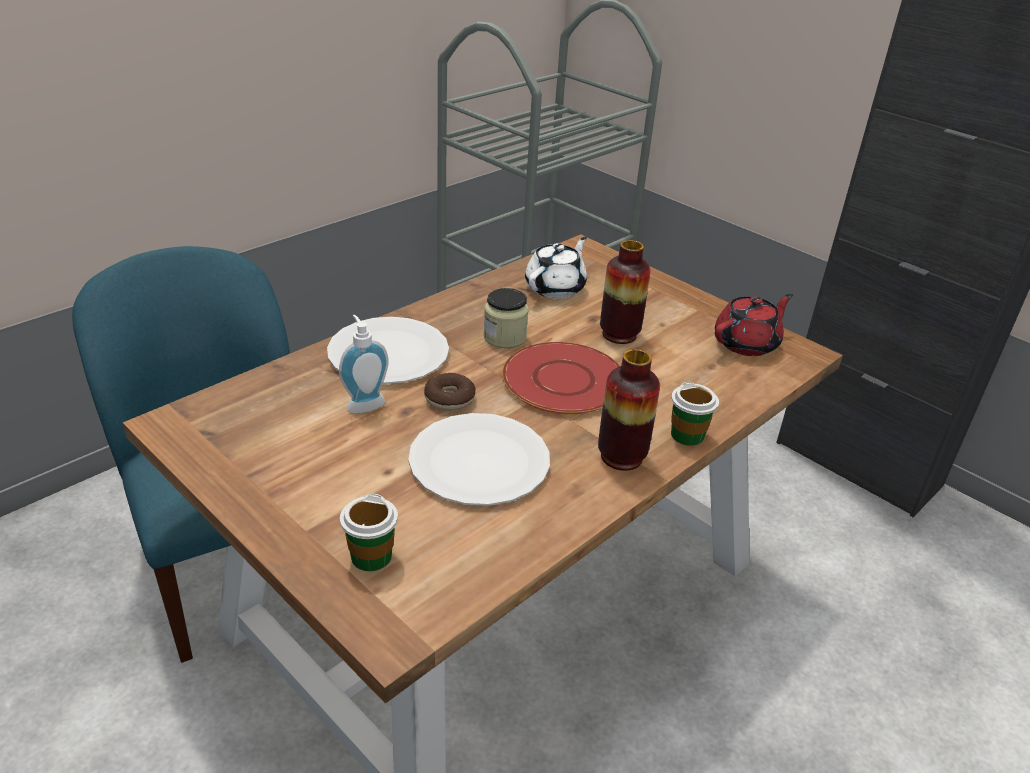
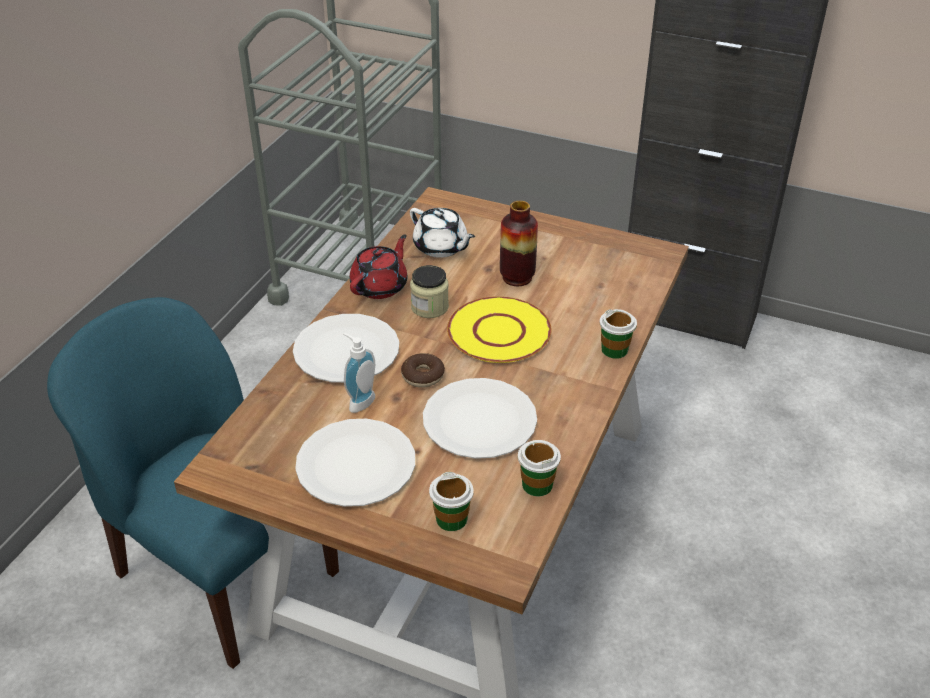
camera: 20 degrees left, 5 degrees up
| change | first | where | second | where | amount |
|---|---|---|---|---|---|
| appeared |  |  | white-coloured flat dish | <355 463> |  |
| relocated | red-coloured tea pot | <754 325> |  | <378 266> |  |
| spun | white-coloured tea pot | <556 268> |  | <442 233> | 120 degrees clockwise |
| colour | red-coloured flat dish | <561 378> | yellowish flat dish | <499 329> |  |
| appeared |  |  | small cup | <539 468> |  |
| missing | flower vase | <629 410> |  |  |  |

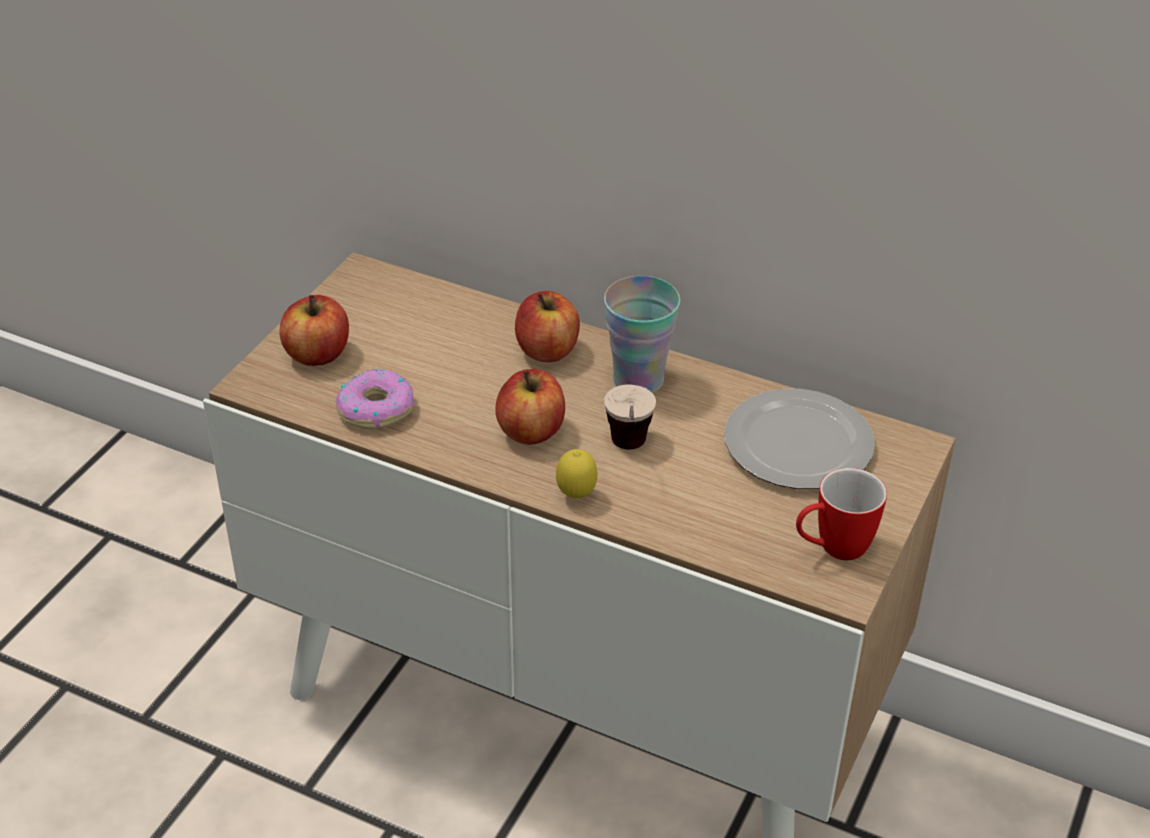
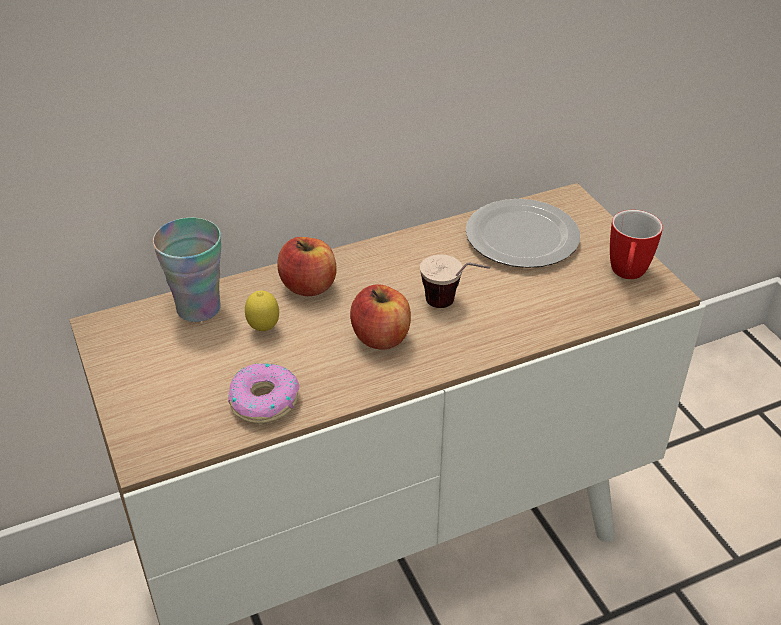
camera: 50 degrees left, 0 degrees up
| change | first | where | second | where | amount |
|---|---|---|---|---|---|
| relocated | small cup | <642 334> |  | <187 270> |  |
| relocated | whole lemon | <577 473> |  | <262 311> |  |
| missing | whole apple | <314 330> |  |  |  |

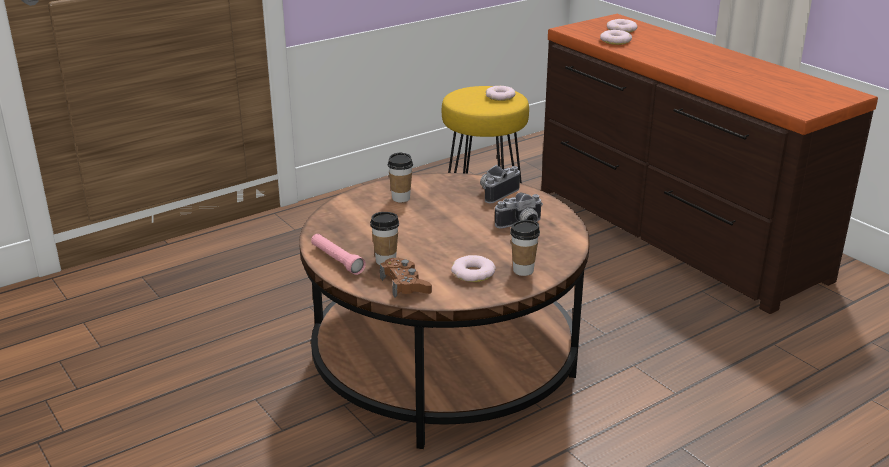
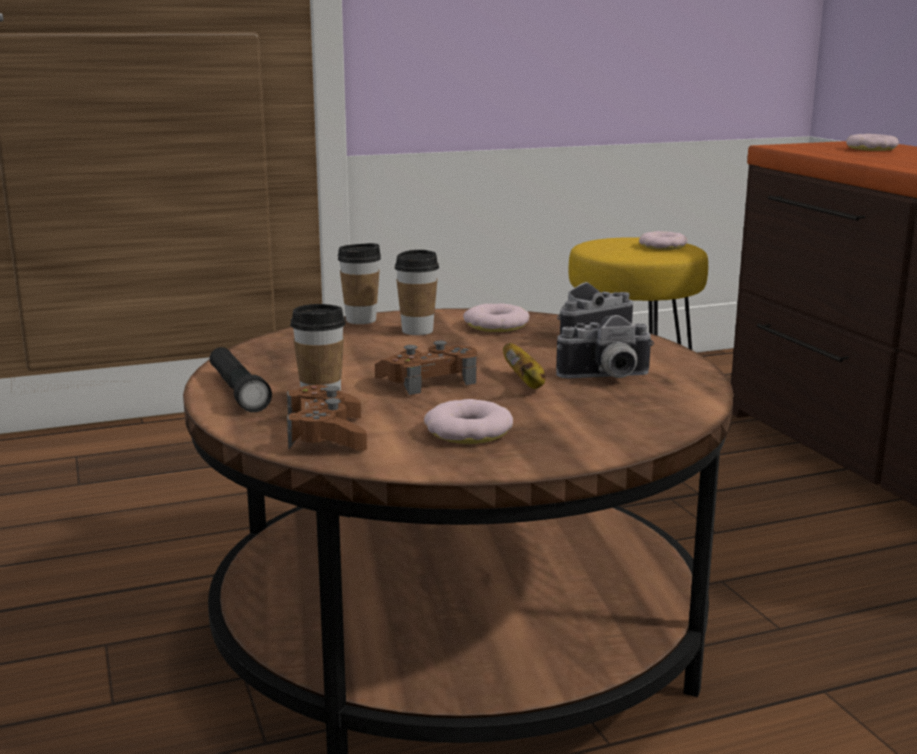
camera: 15 degrees right, 10 degrees down
| change | first | where | second | where | amount |
|---|---|---|---|---|---|
| colour | pinkish torch | <338 254> | blackish torch | <241 379> |  |
| relocated | small cup | <525 248> |  | <359 283> |  |
| appeared |  |  | brownish joypad | <426 367> |  |
| relocated | donut | <616 37> |  | <496 317> |  |
| appeared |  |  | banana | <524 366> |  |

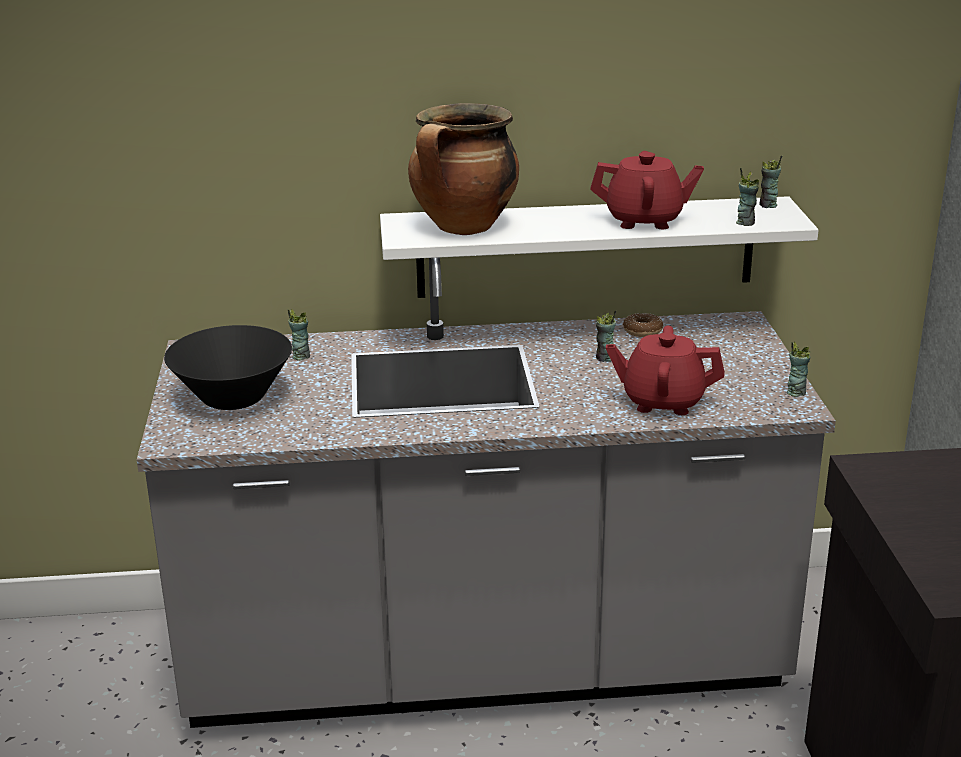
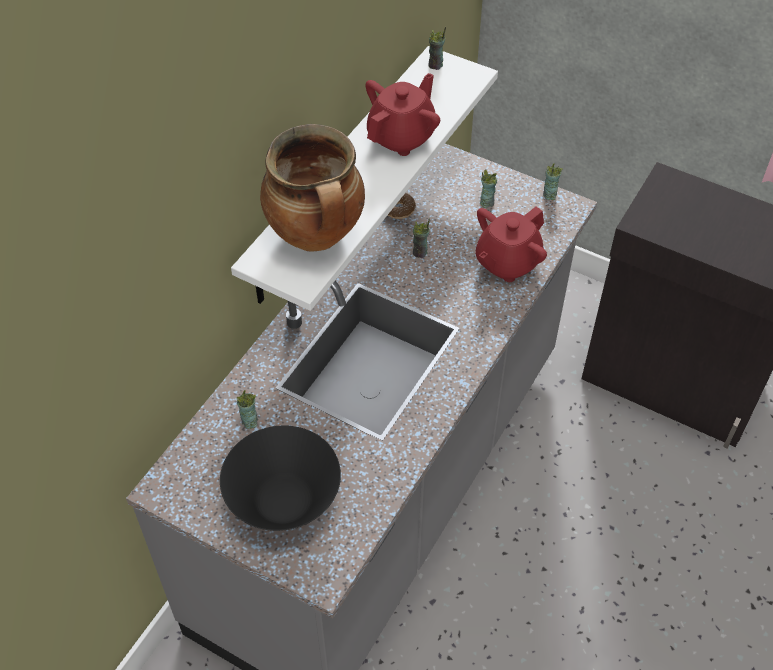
camera: 55 degrees left, 25 degrees up
| change | first | where | second | where | amount |
|---|---|---|---|---|---|
| relocated | small cup | <747 197> |  | <488 189> |  |

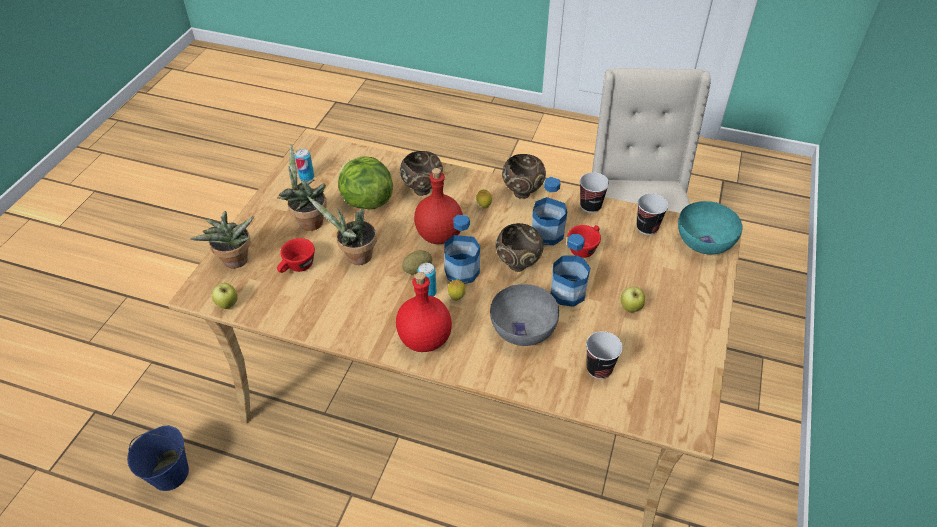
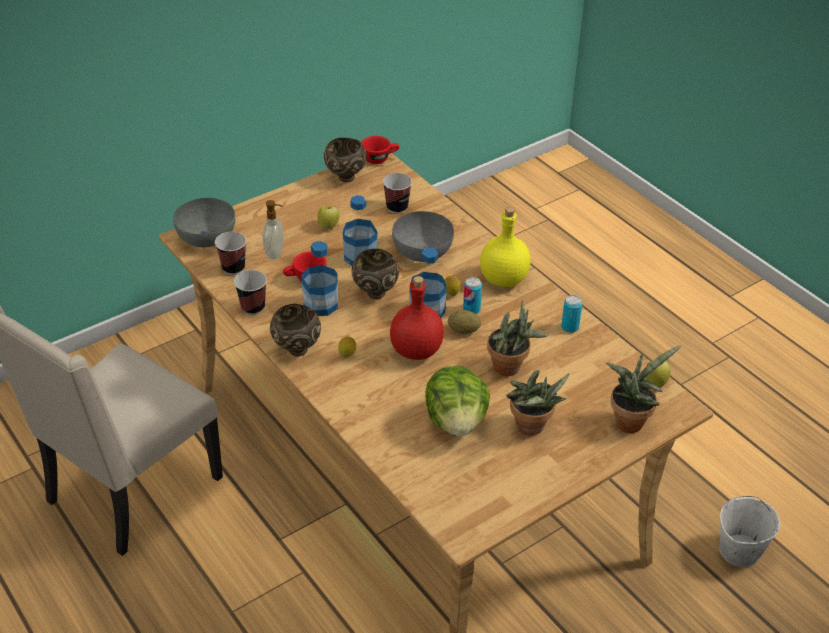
camera: 145 degrees left, 5 degrees down
| change | first | where | second | where | amount |
|---|---|---|---|---|---|
| colour | turquoise deep dish | <710 227> | greyish deep dish | <204 222> |  |
| appeared |  |  | soap bottle | <273 229> |  |
| relocated | brownish deep dish | <421 173> |  | <345 160> |  |
| relocated | red-coloured small cup | <296 255> |  | <380 150> |  |
| colour | red-coloured bottle | <424 312> | yellowish bottle | <505 247> |  |
| relocated | can | <304 165> |  | <571 314> |  |
| colour | blue pail | <158 458> | white-coloured pail | <749 531> |  |

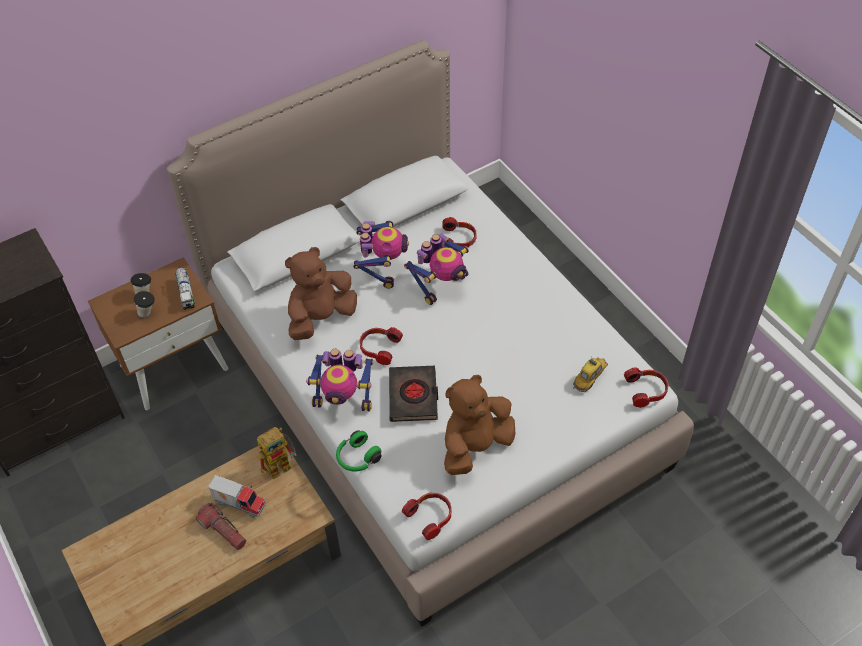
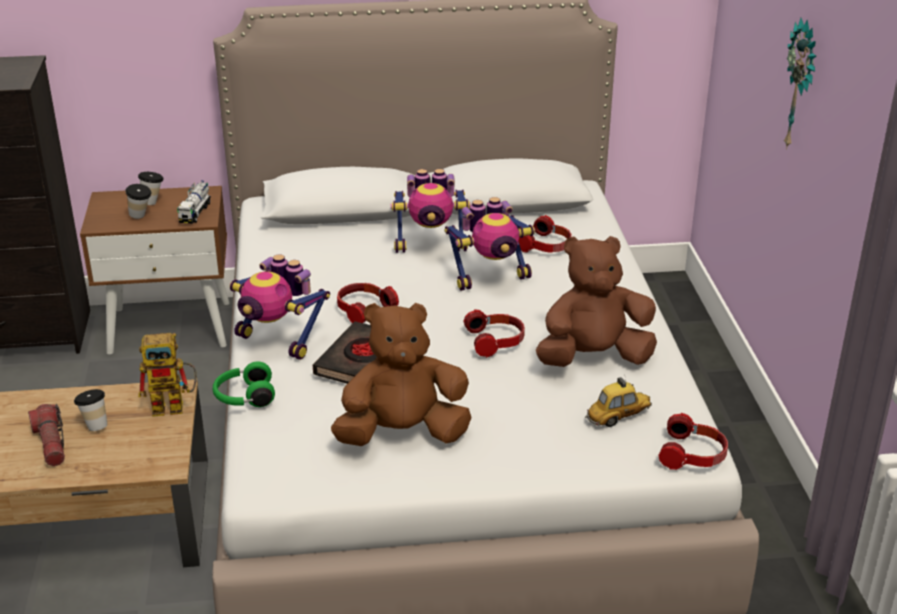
camera: 25 degrees right, 20 degrees down
| change | first | where | second | where | amount |
|---|---|---|---|---|---|
| exchanged | toy lorry | <237 496> | small cup | <90 410> |  |
| spun | model robot | <381 255> |  | <431 211> | 60 degrees clockwise |
| relocated | headphones | <427 516> |  | <494 334> |  |
| relocated | brownish plush toy | <321 293> |  | <596 301> |  |
| appeared |  |  | wall clock | <800 83> |  |

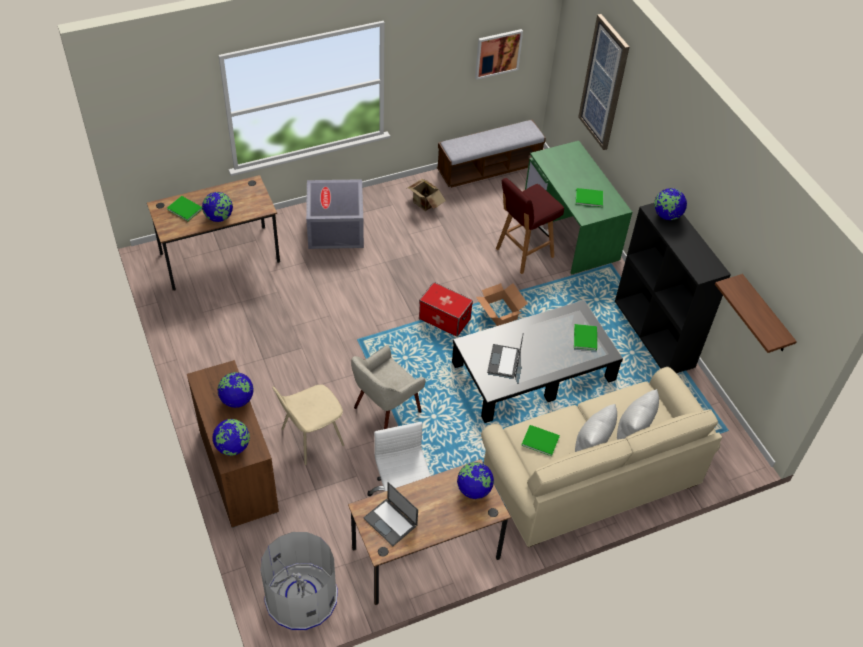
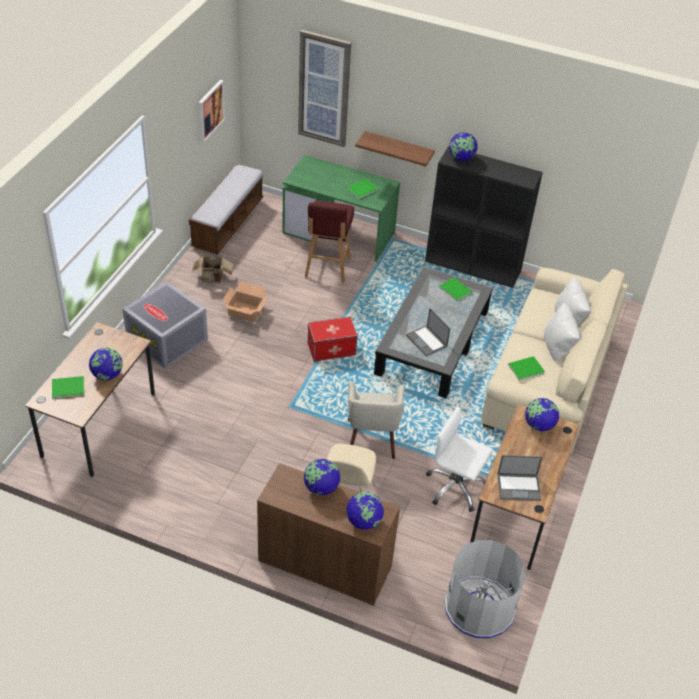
camera: 45 degrees left, 5 degrees down
| change | first | where | second | where | amount |
|---|---|---|---|---|---|
| relocated | carton | <502 304> |  | <245 301> |  |
| relocated | bracket shelf | <756 313> |  | <395 148> |  |

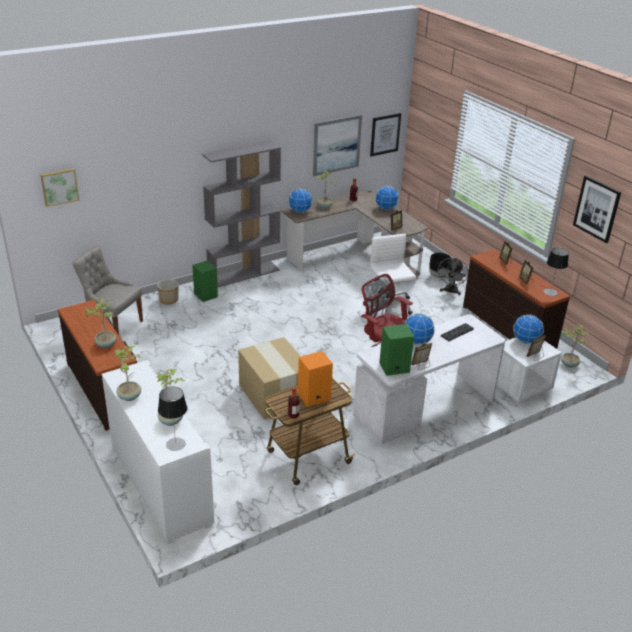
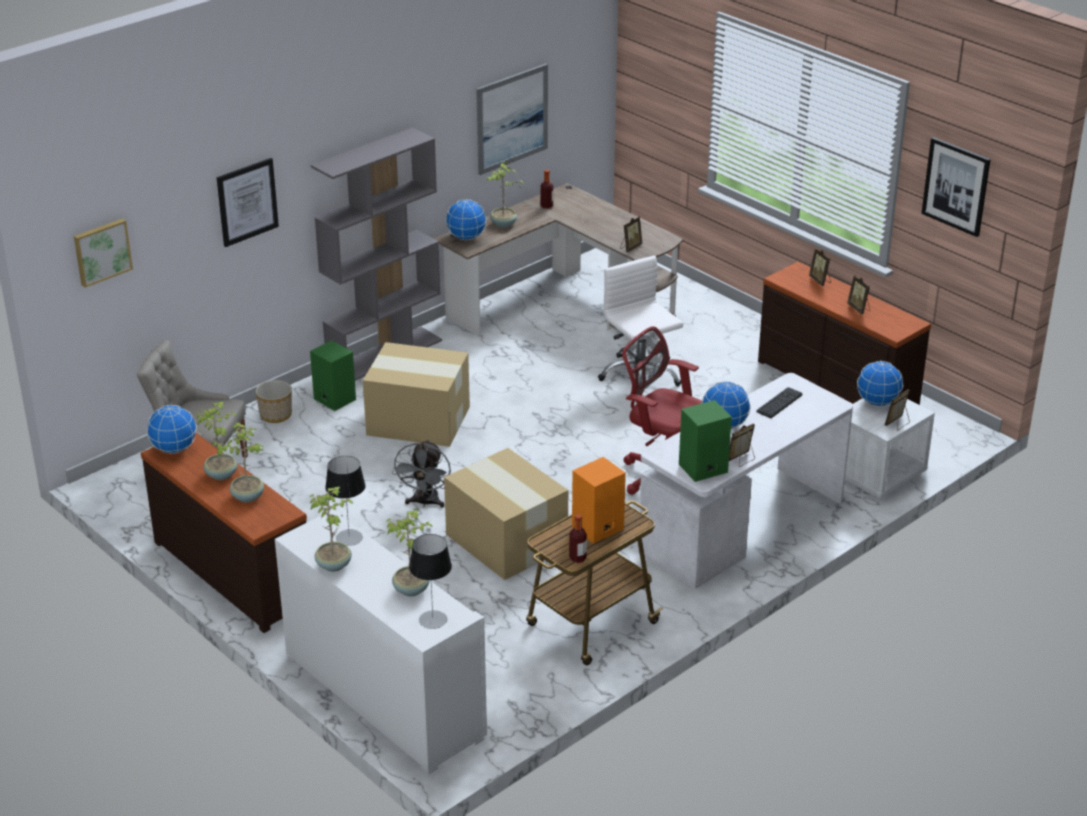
camera: 10 degrees left, 0 degrees up
| change | first | where | second | where | amount |
|---|---|---|---|---|---|
| relocated | globe | <387 198> |  | <172 429> |  |
| relocated | houseplant | <575 346> |  | <216 441> |  |
| relocated | wall picture | <385 134> |  | <248 202> |  |
| relocated | lamp for a table | <556 272> |  | <345 501> |  |
| appeared |  |  | carton | <416 394> |  |
| relocated | greyish fan | <452 276> |  | <421 473> |  |
| missing | blackish planter | <440 265> |  |  |  |

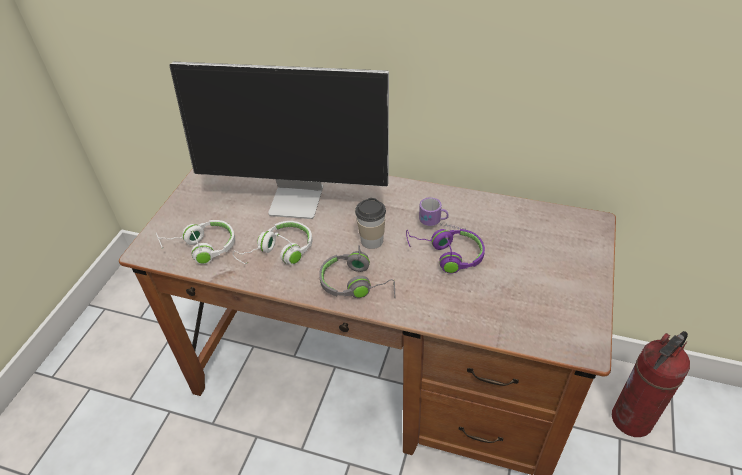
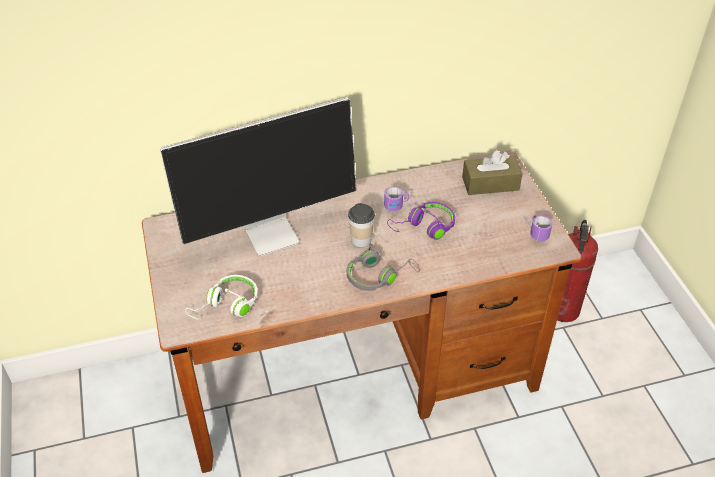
camera: 35 degrees left, 0 degrees up
| change | first | where | second | where | amount |
|---|---|---|---|---|---|
| appeared |  |  | brownish tissue box | <492 172> |  |
| appeared |  |  | tea mug | <538 228> |  |
| missing | white-coloured headphones | <272 243> |  |  |  |

